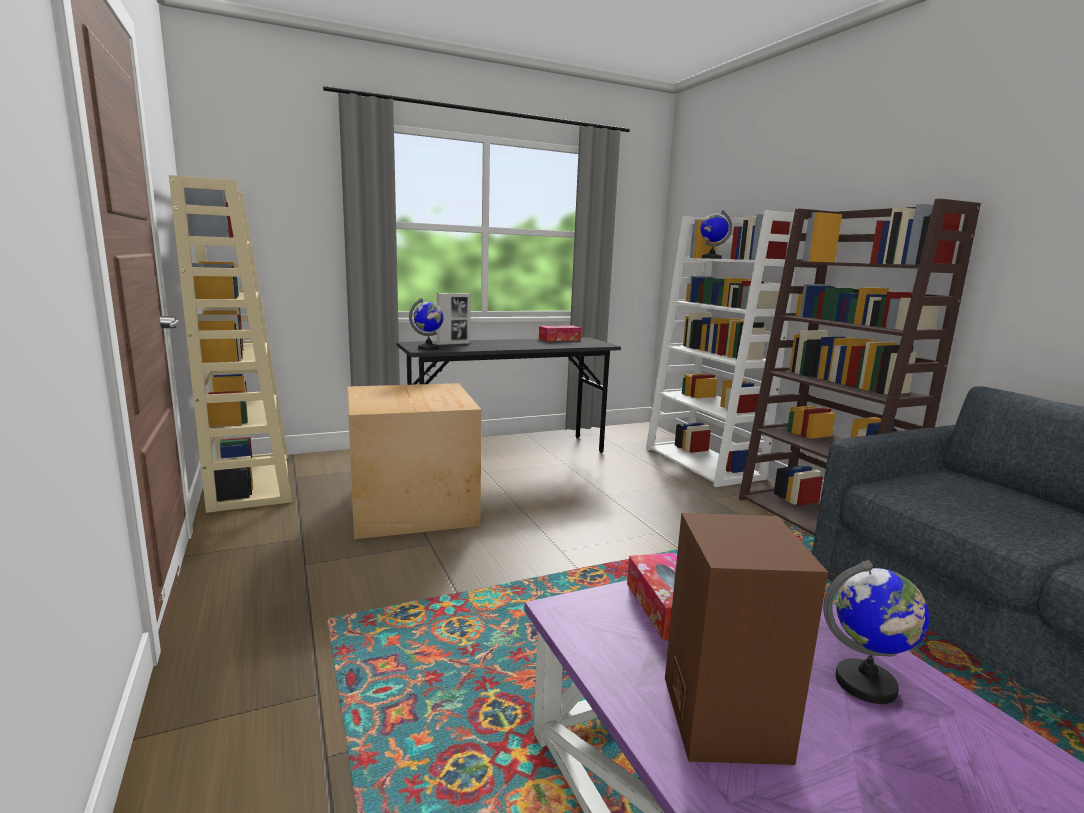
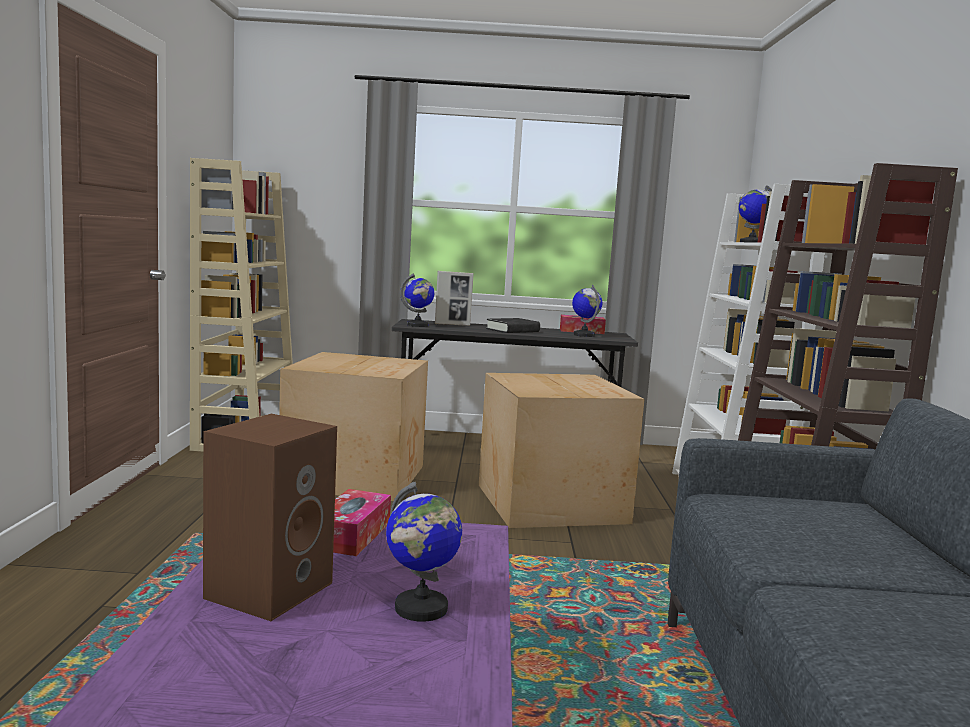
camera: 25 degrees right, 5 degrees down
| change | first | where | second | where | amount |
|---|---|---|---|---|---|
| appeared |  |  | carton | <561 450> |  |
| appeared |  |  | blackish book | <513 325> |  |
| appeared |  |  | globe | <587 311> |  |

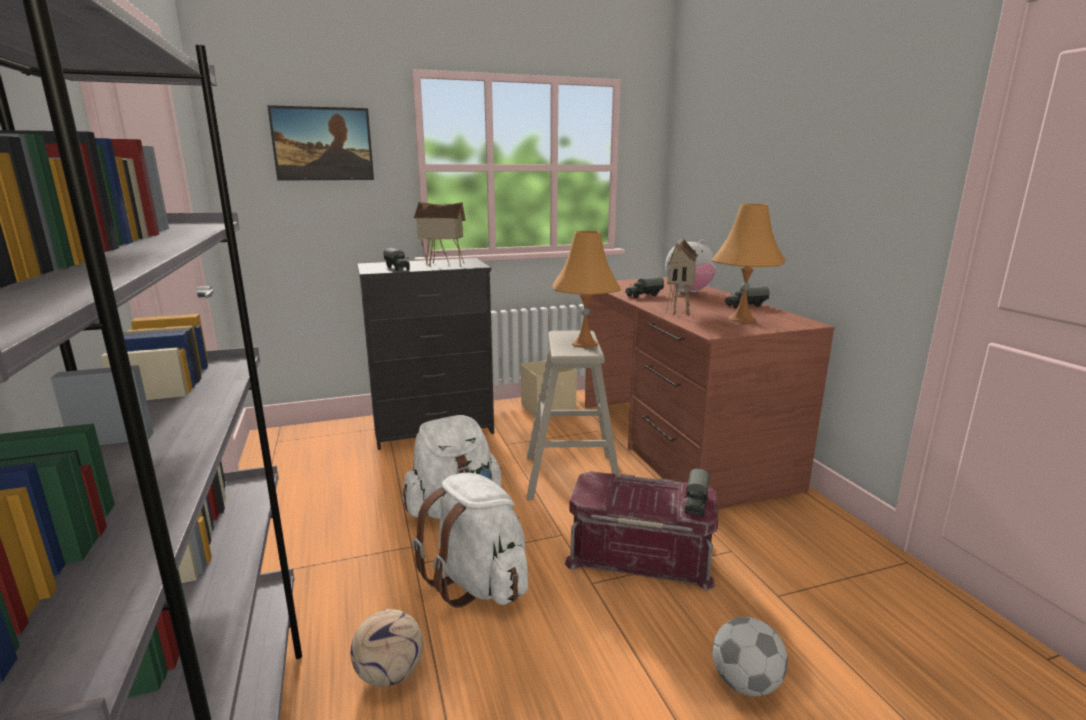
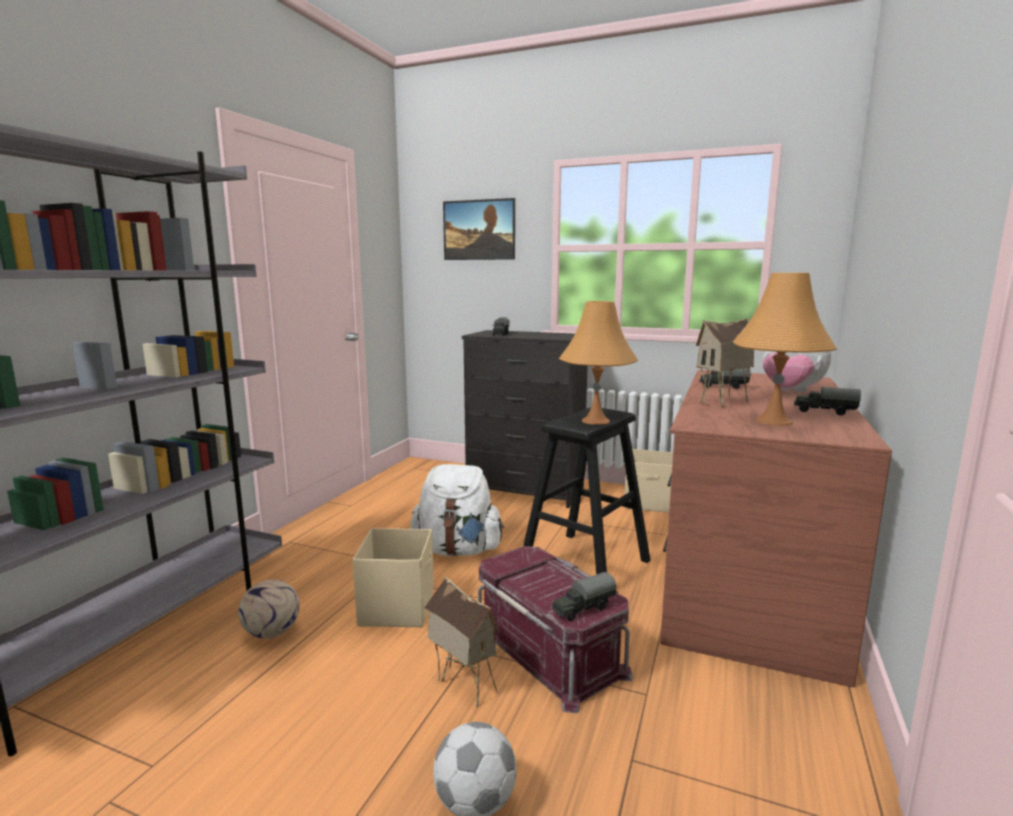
camera: 40 degrees right, 5 degrees down
| change | first | where | second | where | amount |
|---|---|---|---|---|---|
| exchanged | white-coloured rucksack | <470 540> | sand-coloured storage container | <393 577> |  |
| relocated | miniature house | <440 234> |  | <462 641> |  |
| colour | sand-coloured sitting stool | <573 415> | blackish sitting stool | <586 491> |  |

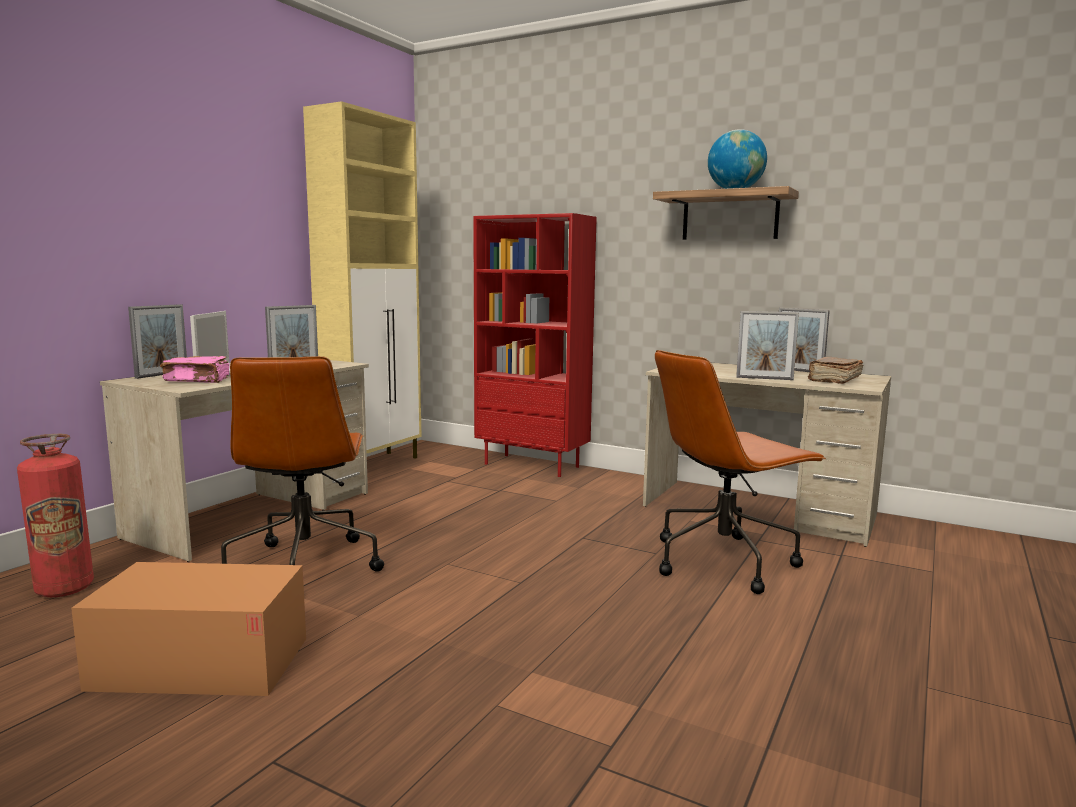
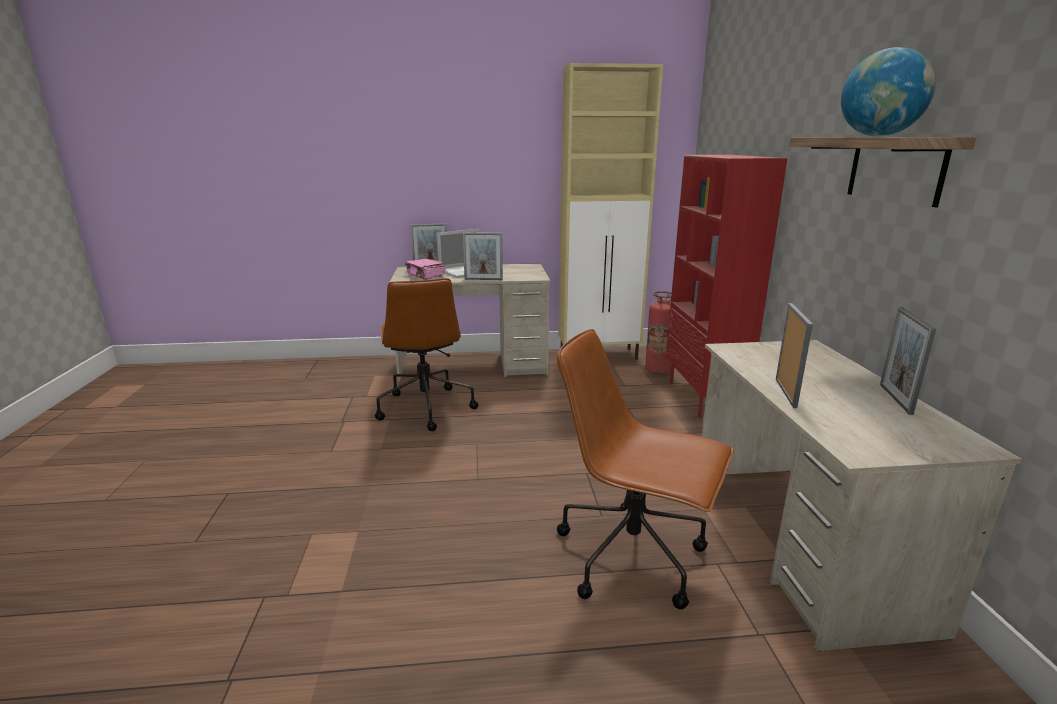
camera: 55 degrees right, 10 degrees up
| change | first | where | second | where | amount |
|---|---|---|---|---|---|
| spun | brownish desk chair | <302 464> |  | <426 354> | 60 degrees counterclockwise |
| relocated | fire-fighting cylinder | <55 515> |  | <658 333> |  |
| spun | picture frame | <767 345> |  | <794 355> | 150 degrees counterclockwise |
| missing | carton | <188 629> |  |  |  |
| missing | brownish book | <836 370> |  |  |  |

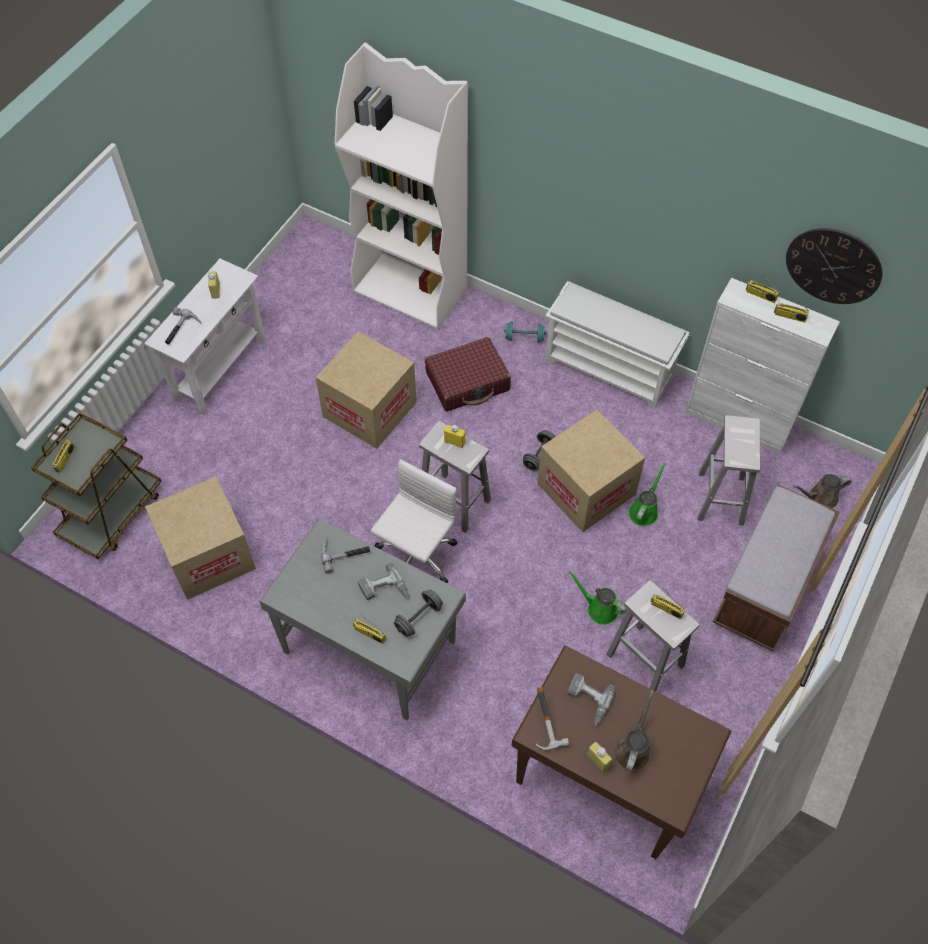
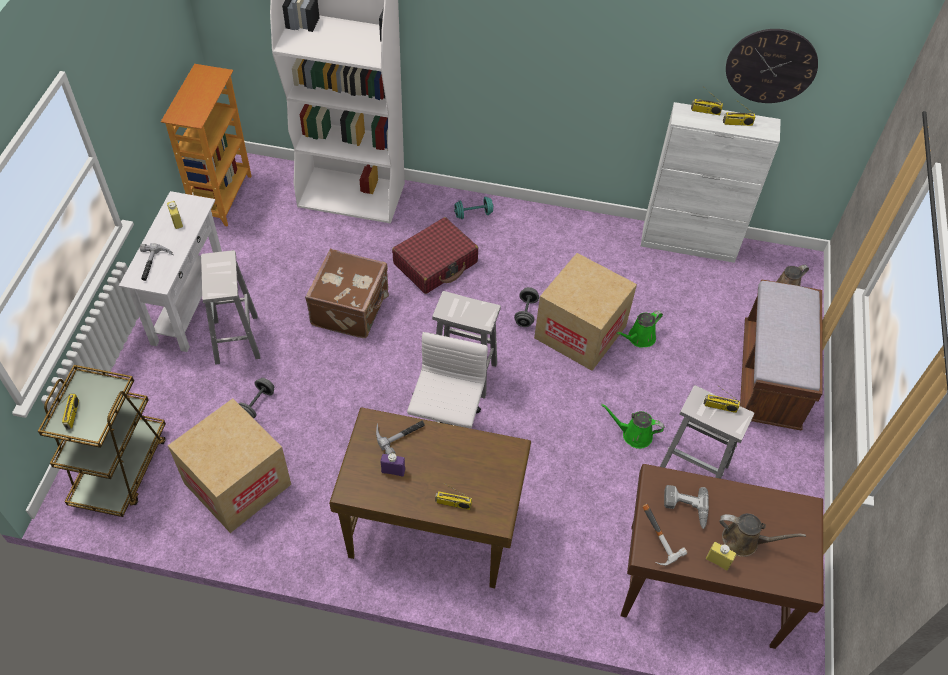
camera: 20 degrees left, 5 degrees down
| change | first | where | second | where | amount |
|---|---|---|---|---|---|
| appeared |  |  | shelving unit | <206 145> |  |
| relocated | white-coloured sitting stool | <729 470> |  | <231 307> |  |
| relocated | greyish hand weight | <418 613> |  | <256 398> |  |
| exchanged | carton | <366 390> | brownish piece of luggage | <347 293> |  |
| colour | greyish desk | <362 619> | brownish desk | <430 498> |  |
| appeared |  |  | purple bottle | <392 465> |  |
| spun | greenish watering pot | <647 494> |  | <639 328> | 135 degrees counterclockwise |
| spun | brownish watering pot | <634 730> |  | <762 535> | 105 degrees clockwise |
| missing | drill | <383 581> |  |  |  |
| missing | yellowish bottle | <454 436> |  |  |  |
| missing | white-coloured shoe rack | <617 344> |  |  |  |

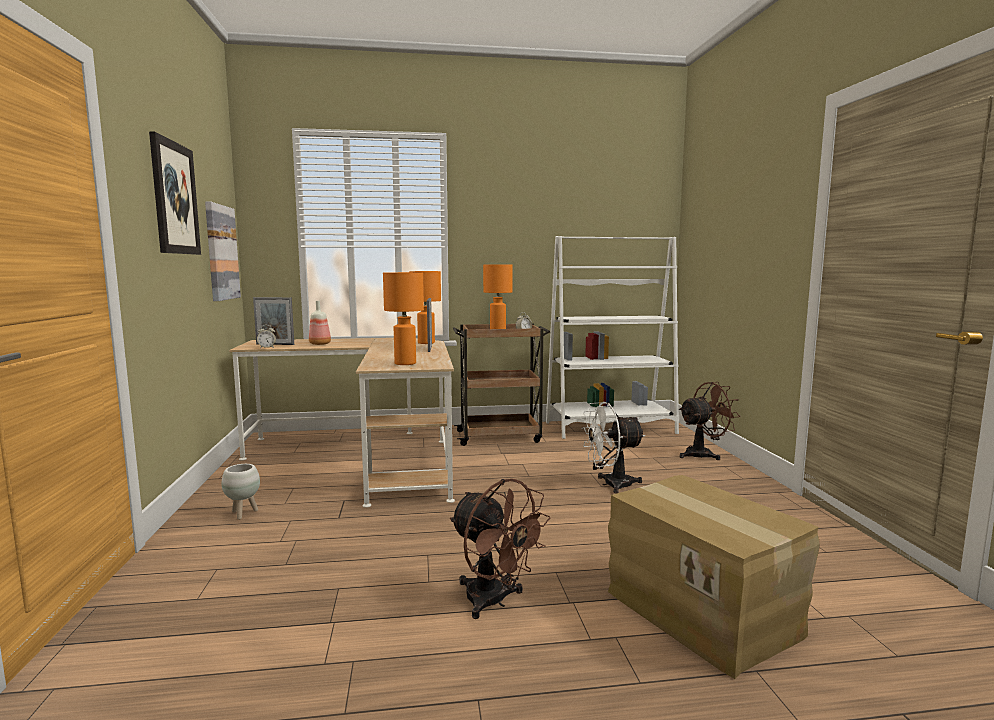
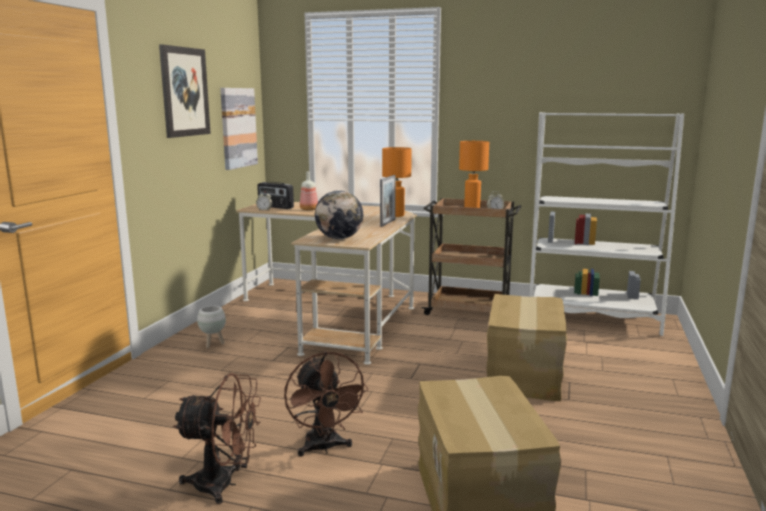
camera: 25 degrees right, 5 degrees up
| change | first | where | second | where | amount |
|---|---|---|---|---|---|
| relocated | brownish fan | <709 421> |  | <217 438> |  |
| exchanged | picture frame | <273 321> | radio set | <275 195> |  |
| exchanged | orange lamp for a table | <403 318> | globe | <339 214> |  |
| exchanged | white-coloured fan | <613 448> | carton | <526 347> |  |

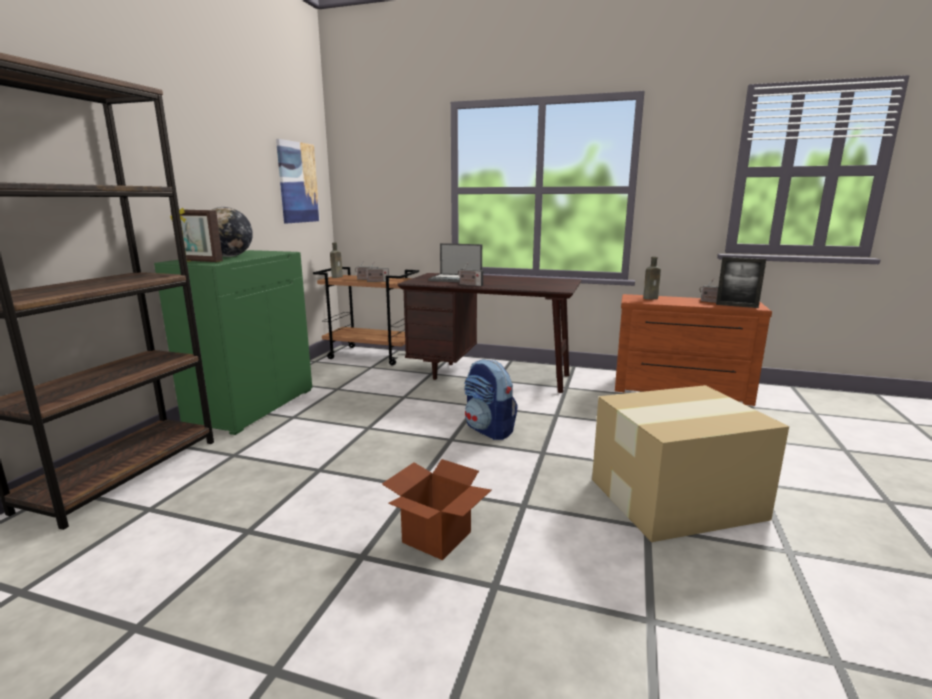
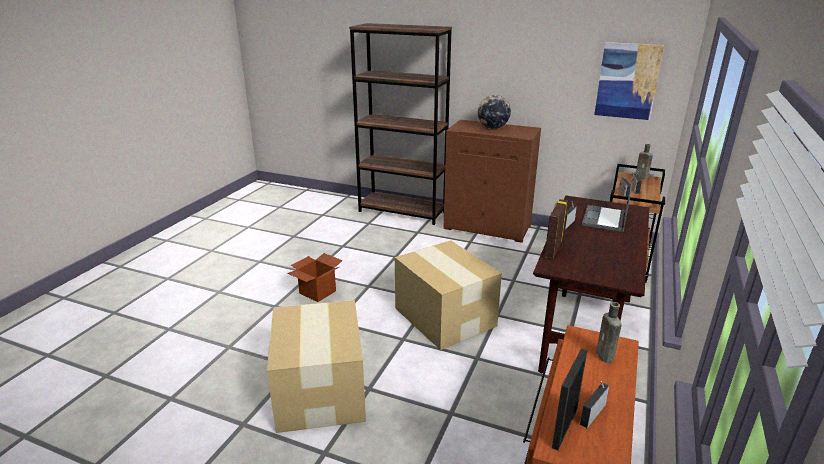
camera: 95 degrees right, 10 degrees up
| change | first | where | second | where | amount |
|---|---|---|---|---|---|
| exchanged | rucksack | <491 399> | carton | <448 295> |  |
| colour | greenish storage cabinet | <233 342> | brownish storage cabinet | <492 181> |  |
| relocated | picture frame | <196 235> |  | <556 229> |  |

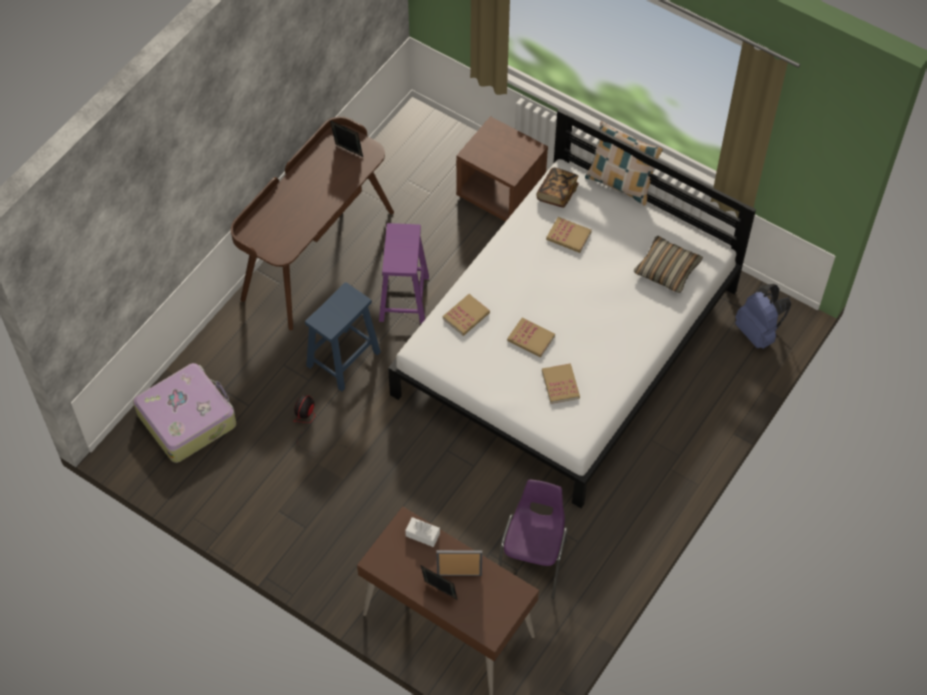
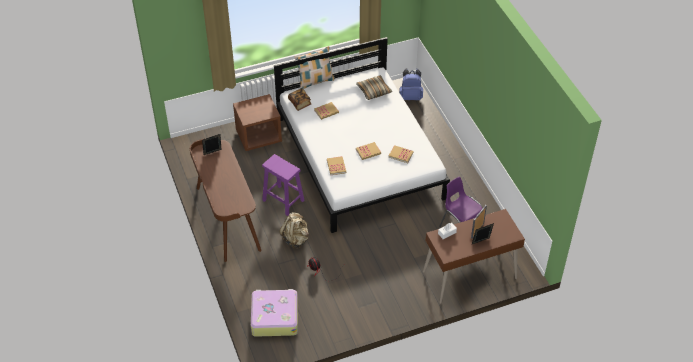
camera: 55 degrees left, 10 degrees down
| change | first | where | second | where | amount |
|---|---|---|---|---|---|
| exchanged | blue sitting stool | <343 337> | sand-coloured rucksack | <294 230> |  |

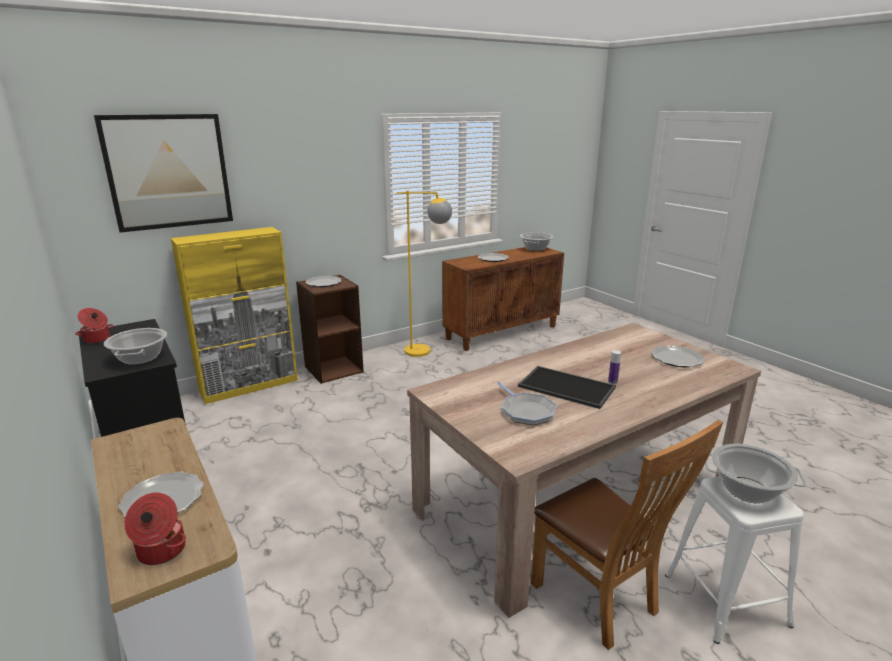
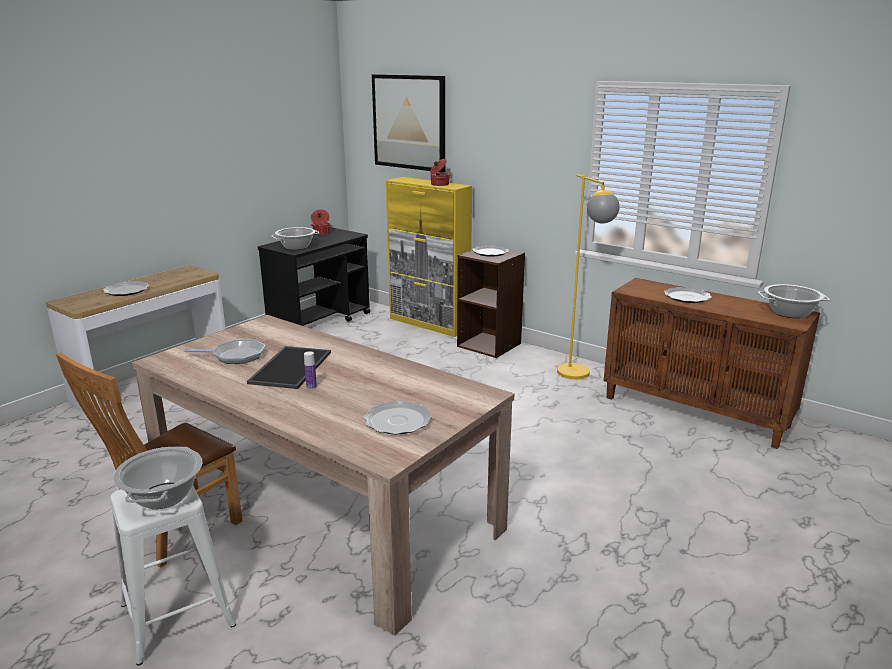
camera: 70 degrees right, 0 degrees up
| change | first | where | second | where | amount |
|---|---|---|---|---|---|
| spun | skillet | <527 403> |  | <224 352> | 135 degrees counterclockwise |
| relocated | saucepot | <155 528> |  | <440 172> |  |

